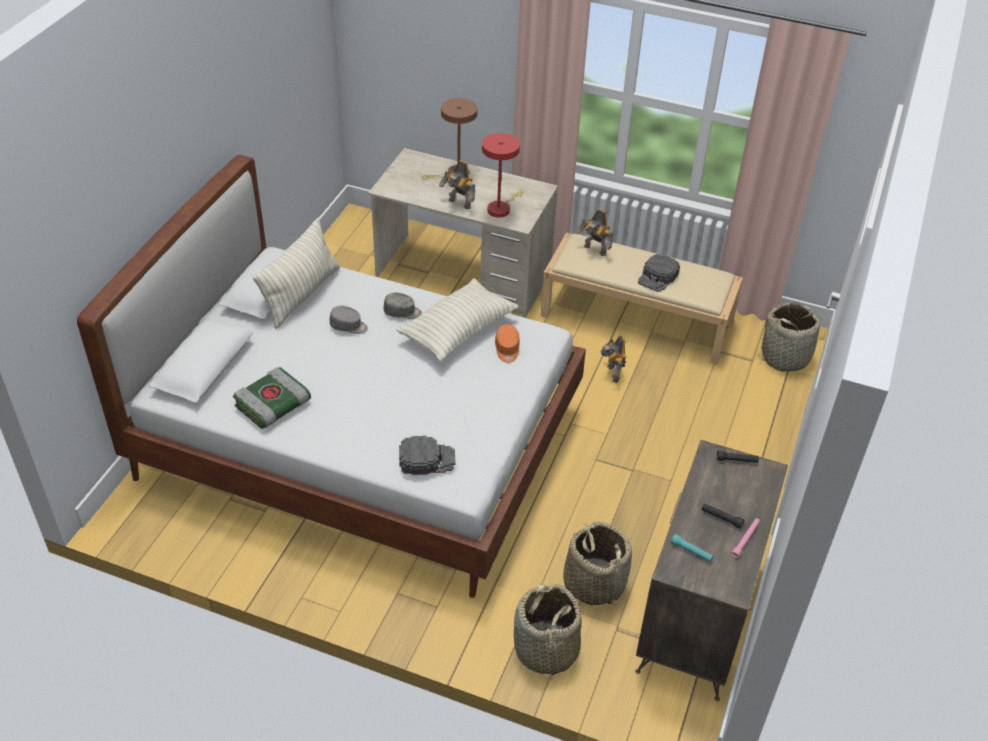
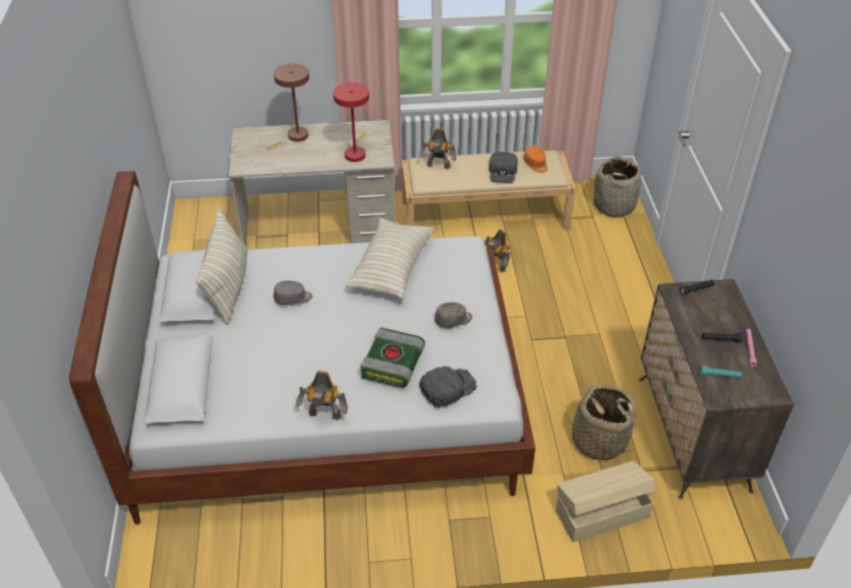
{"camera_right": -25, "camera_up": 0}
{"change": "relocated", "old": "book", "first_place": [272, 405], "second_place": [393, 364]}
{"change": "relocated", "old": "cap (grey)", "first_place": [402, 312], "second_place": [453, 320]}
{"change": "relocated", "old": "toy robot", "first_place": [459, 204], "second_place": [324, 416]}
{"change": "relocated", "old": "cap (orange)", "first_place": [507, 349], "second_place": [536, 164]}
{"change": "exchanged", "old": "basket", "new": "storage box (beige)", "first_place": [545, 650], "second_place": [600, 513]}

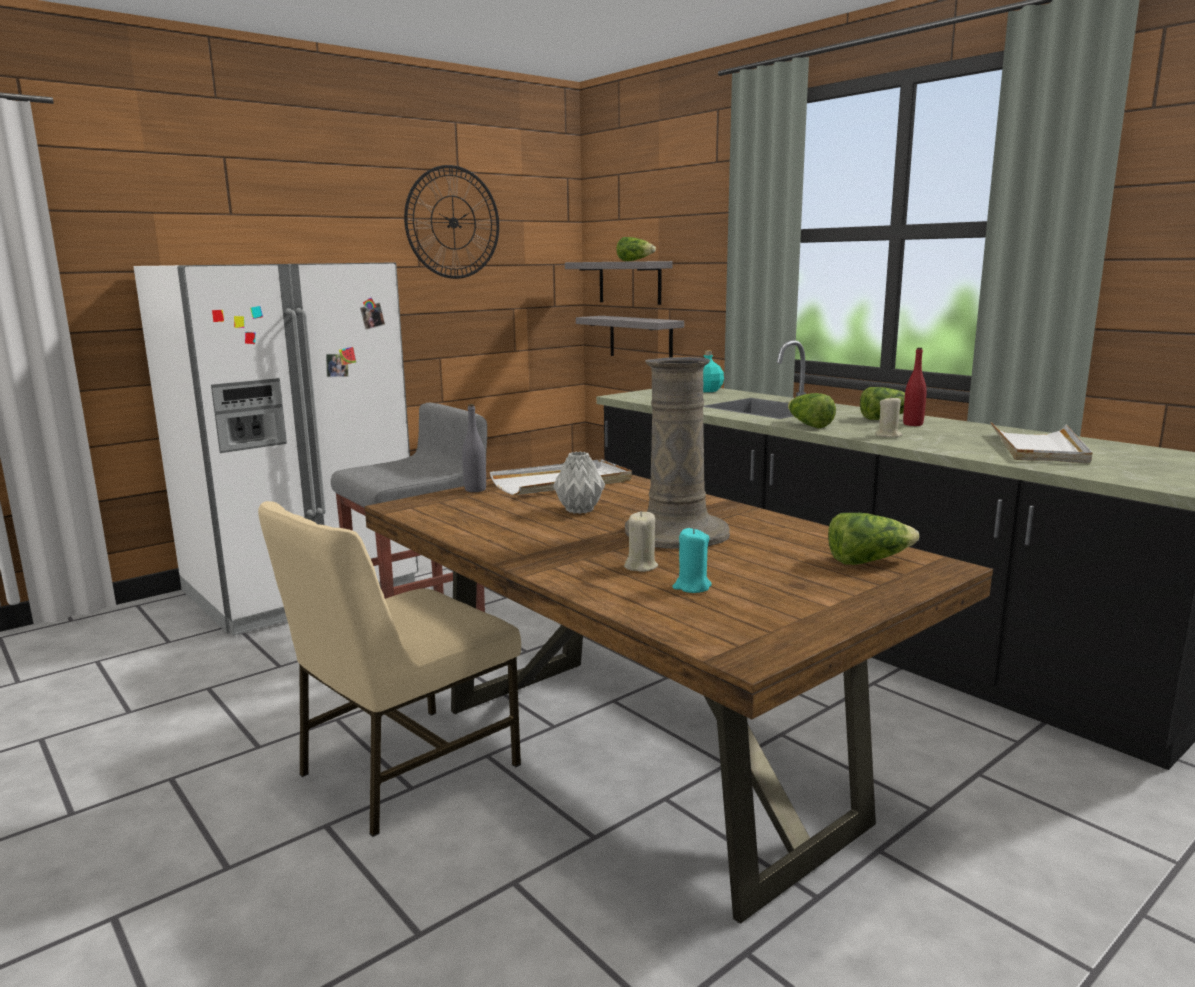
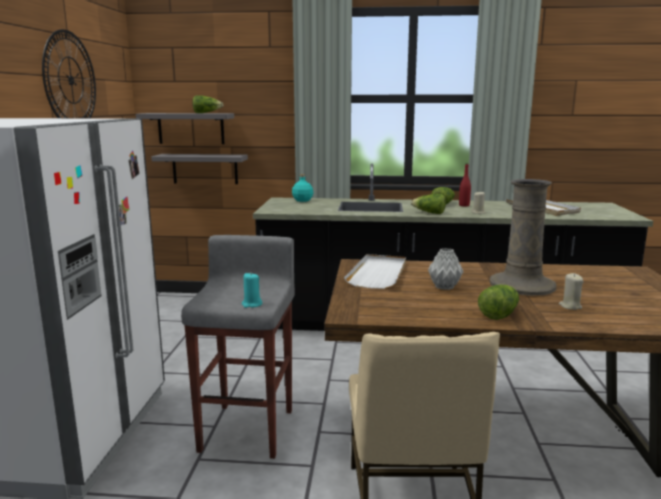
{"camera_right": -45, "camera_up": 0}
{"change": "missing", "old": "bottle (grey)", "first_place": [475, 489]}
{"change": "relocated", "old": "candle (turquoise)", "first_place": [692, 587], "second_place": [251, 304]}
{"change": "relocated", "old": "lettuce", "first_place": [868, 561], "second_place": [498, 314]}

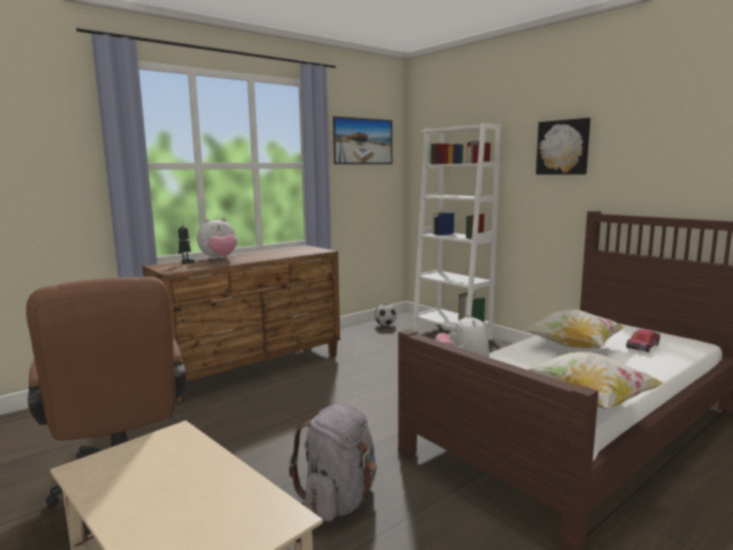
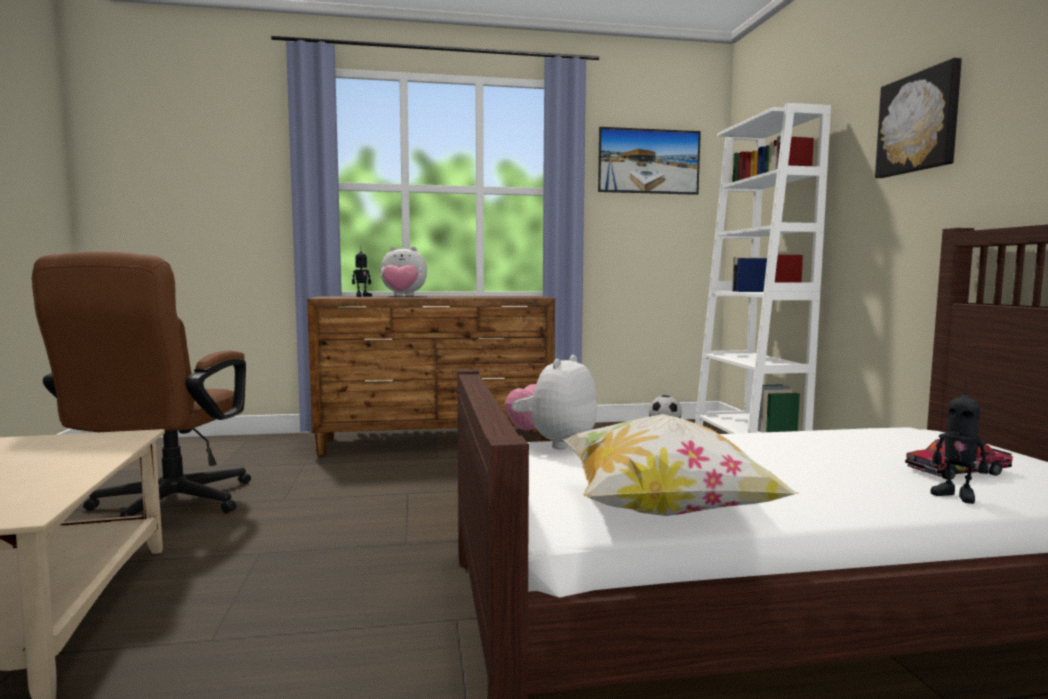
{"camera_right": 30, "camera_up": -5}
{"change": "missing", "old": "backpack (grey)", "first_place": [339, 500]}
{"change": "missing", "old": "pillow", "first_place": [573, 346]}
{"change": "appeared", "new": "toy robot", "second_place": [956, 495]}

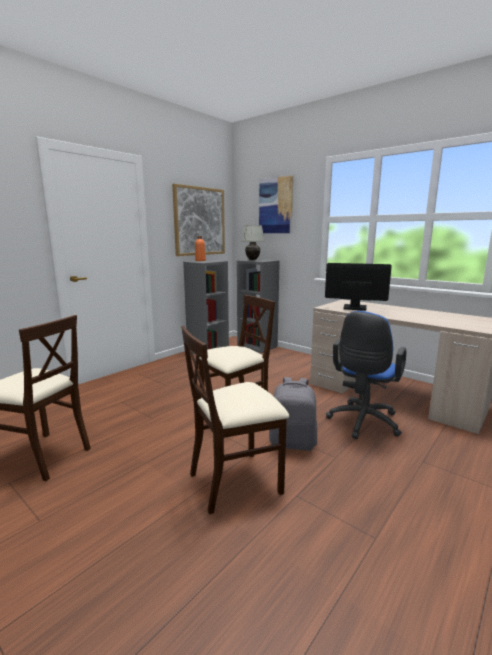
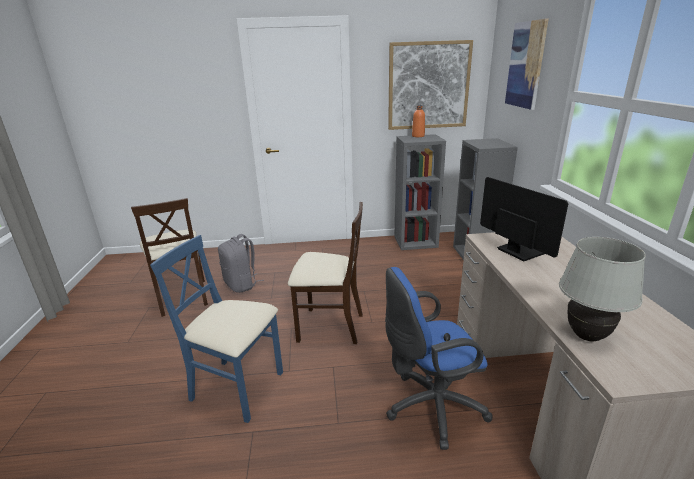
{"camera_right": 45, "camera_up": 10}
{"change": "relocated", "old": "table lamp (white)", "first_place": [252, 259], "second_place": [587, 336]}
{"change": "relocated", "old": "backpack (grey)", "first_place": [293, 443], "second_place": [241, 284]}
{"change": "colour", "old": "chair (beige)", "new": "chair (blue)", "first_place": [235, 481], "second_place": [238, 387]}

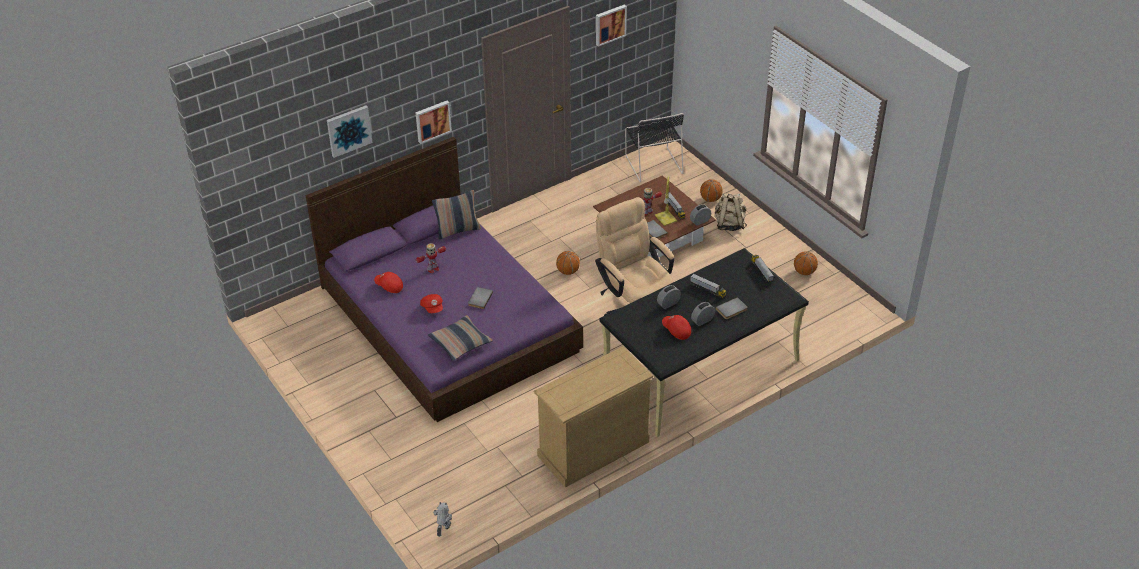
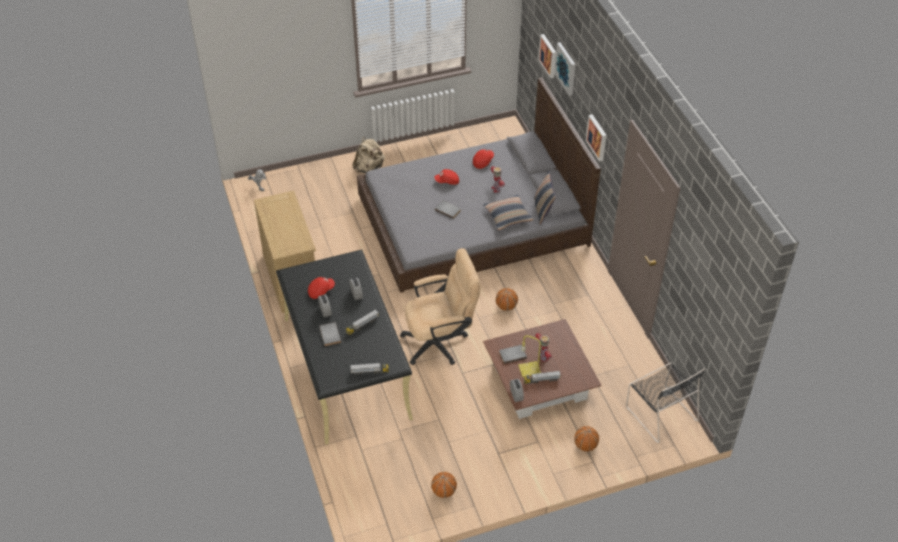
{"camera_right": 105, "camera_up": 5}
{"change": "relocated", "old": "pillow", "first_place": [460, 343], "second_place": [508, 216]}
{"change": "relocated", "old": "picture", "first_place": [610, 24], "second_place": [549, 55]}
{"change": "relocated", "old": "backpack (beige)", "first_place": [729, 224], "second_place": [369, 168]}
{"change": "colour", "old": "bed (purple)", "new": "bed (grey)", "first_place": [448, 318], "second_place": [473, 221]}
{"change": "spun", "old": "chair (black)", "first_place": [653, 163], "second_place": [660, 412], "degrees": -120}

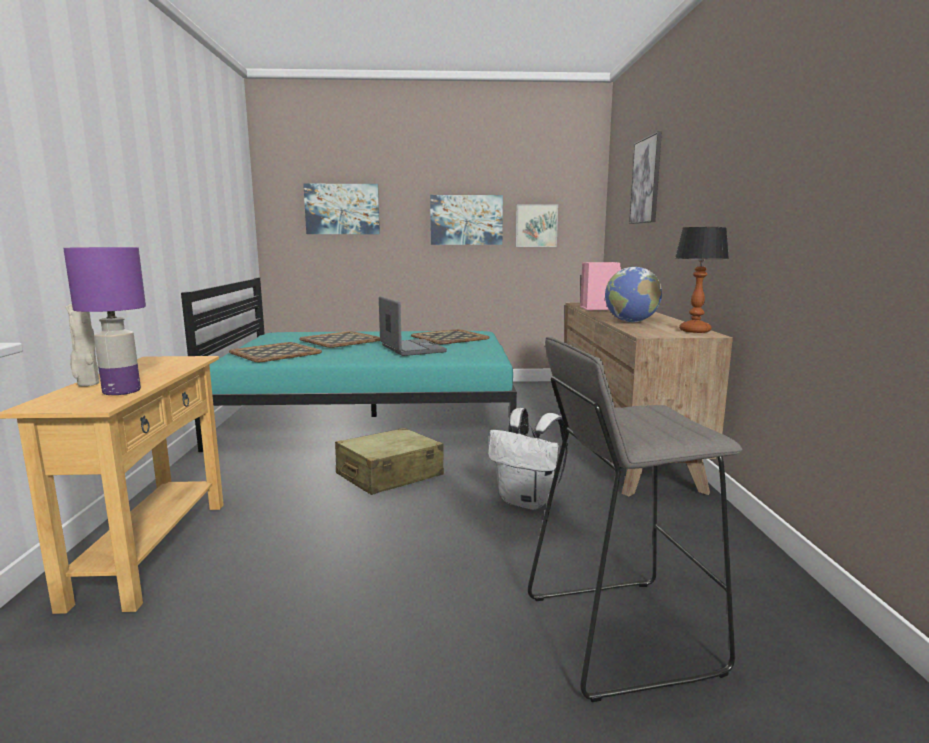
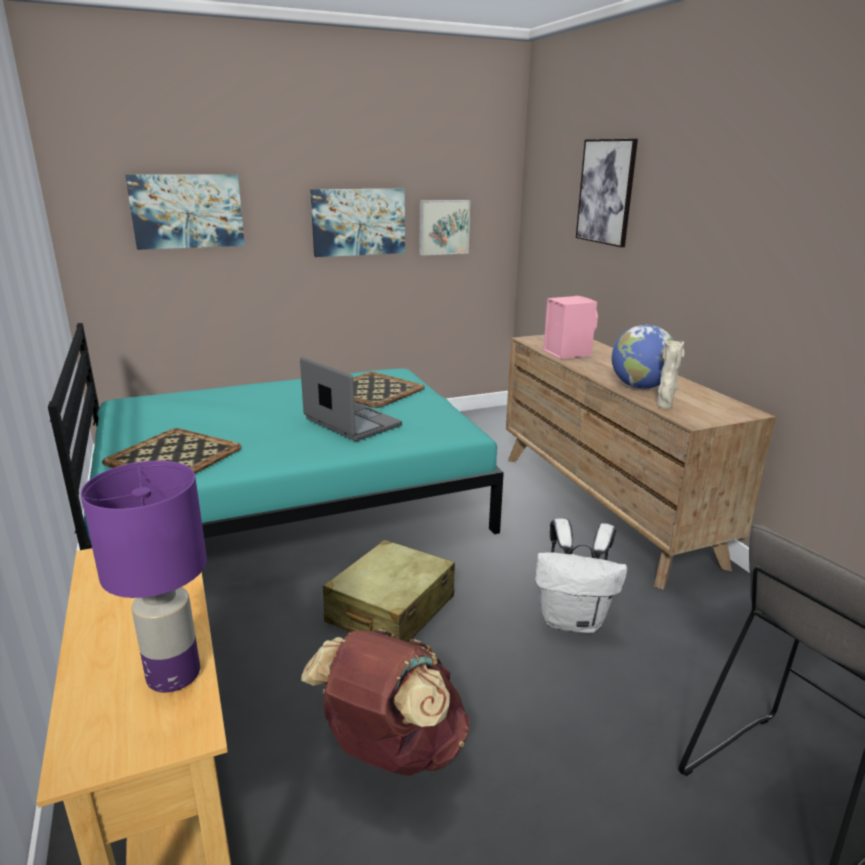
{"camera_right": -20, "camera_up": 10}
{"change": "missing", "old": "tray", "first_place": [341, 340]}
{"change": "missing", "old": "table lamp", "first_place": [694, 331]}
{"change": "appeared", "new": "backpack (brown)", "second_place": [391, 750]}
{"change": "relocated", "old": "vase (beige)", "first_place": [87, 384], "second_place": [664, 406]}

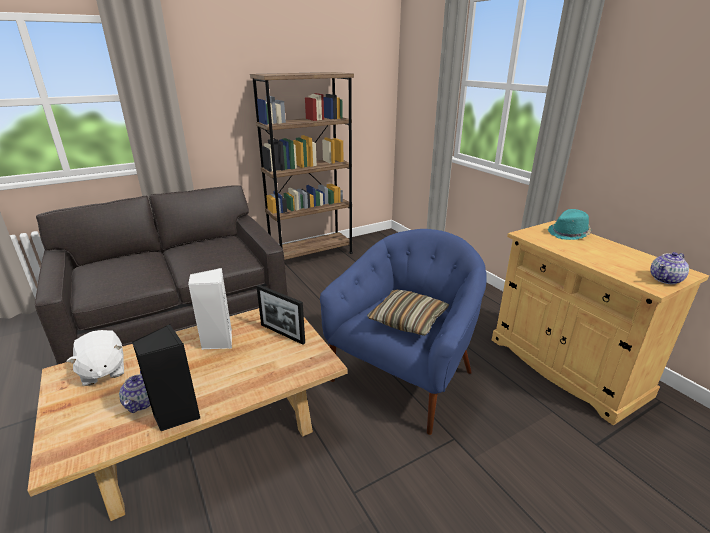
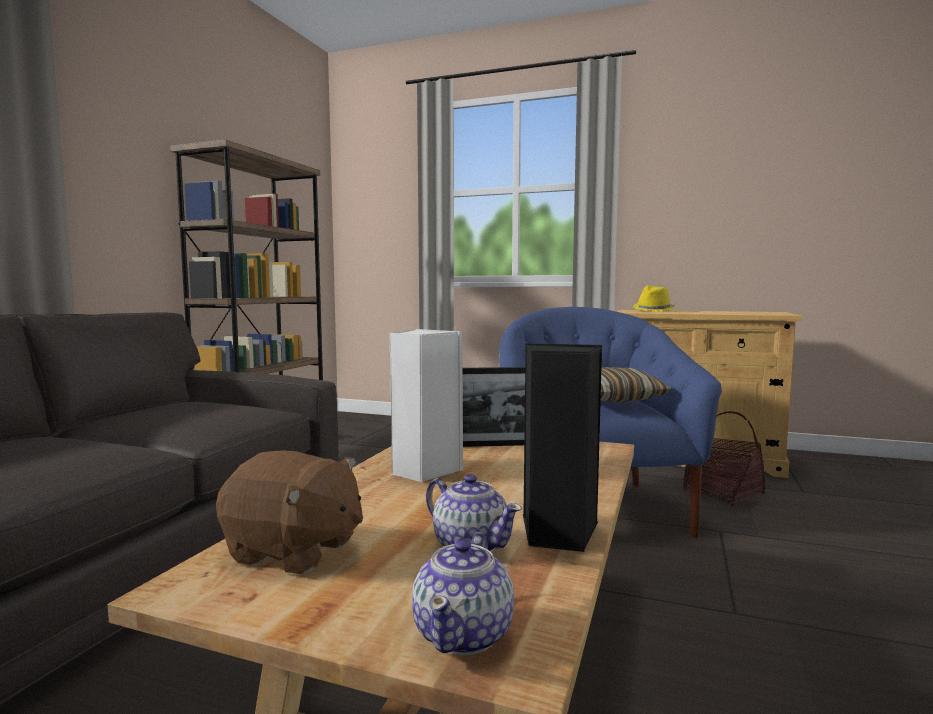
{"camera_right": -40, "camera_up": -20}
{"change": "appeared", "new": "basket", "second_place": [722, 492]}
{"change": "relocated", "old": "teapot", "first_place": [666, 279], "second_place": [464, 634]}
{"change": "colour", "old": "plush toy (white)", "new": "plush toy (brown)", "first_place": [103, 371], "second_place": [294, 551]}
{"change": "colour", "old": "hat (turquoise)", "new": "hat (yellow)", "first_place": [569, 234], "second_place": [653, 310]}

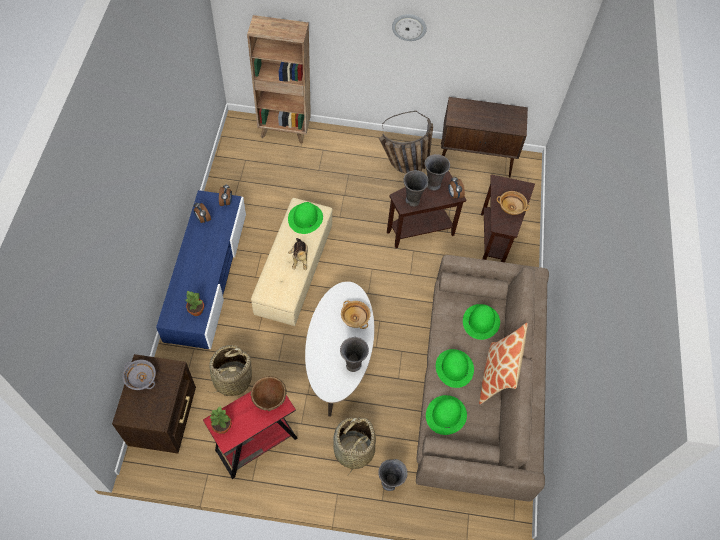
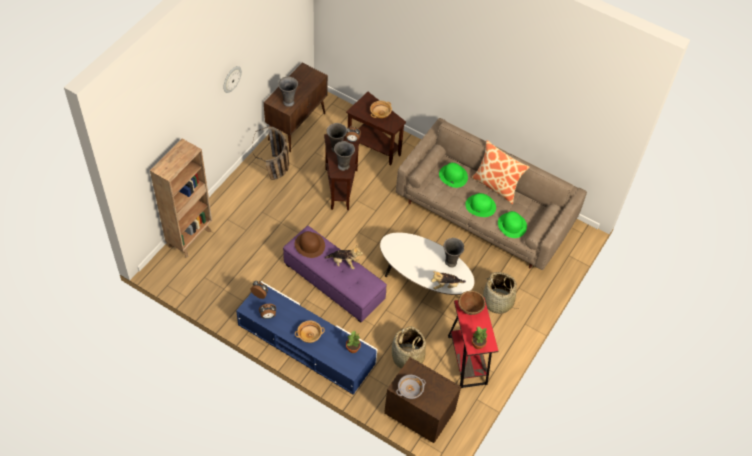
{"camera_right": -65, "camera_up": -5}
{"change": "appeared", "new": "plush toy", "second_place": [446, 285]}
{"change": "relocated", "old": "bowl (beige)", "first_place": [355, 318], "second_place": [309, 335]}
{"change": "relocated", "old": "vase (grey)", "first_place": [390, 482], "second_place": [288, 102]}
{"change": "colour", "old": "ottoman (beige)", "new": "ottoman (purple)", "first_place": [293, 271], "second_place": [333, 283]}
{"change": "colour", "old": "hat (green)", "new": "hat (brown)", "first_place": [305, 218], "second_place": [309, 245]}

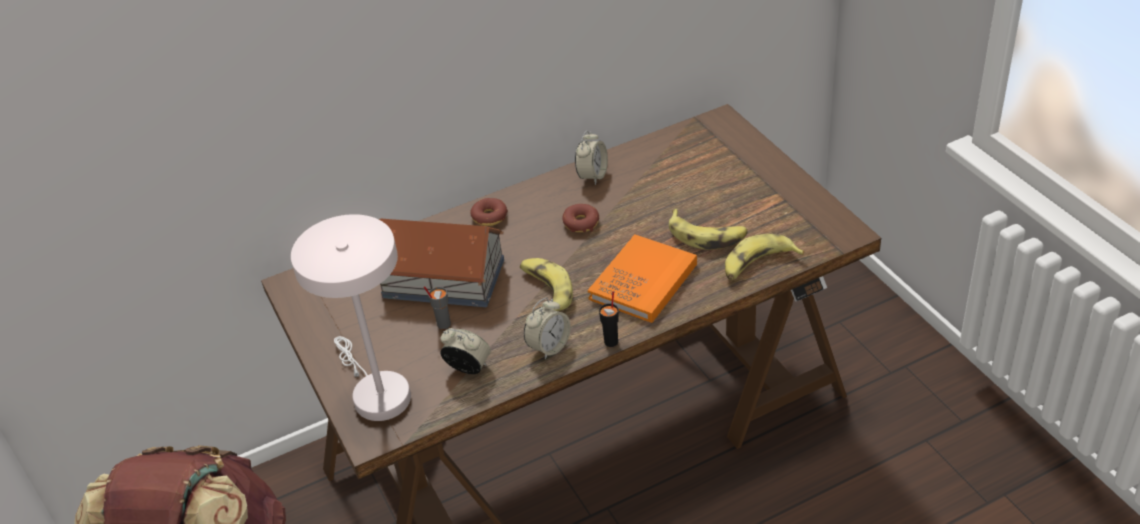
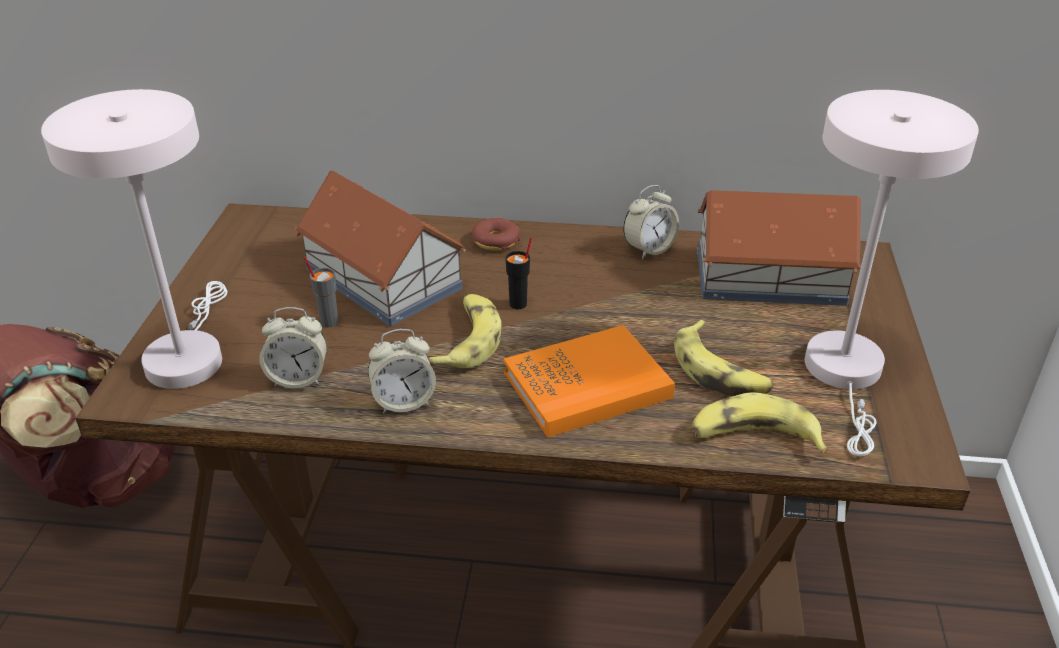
{"camera_right": 30, "camera_up": -5}
{"change": "missing", "old": "donut", "first_place": [581, 223]}
{"change": "appeared", "new": "toy house", "second_place": [767, 275]}
{"change": "appeared", "new": "table lamp (white)", "second_place": [846, 375]}
{"change": "relocated", "old": "cup (black)", "first_place": [611, 341], "second_place": [518, 304]}
{"change": "spun", "old": "alarm clock", "first_place": [468, 368], "second_place": [298, 378], "degrees": 120}

